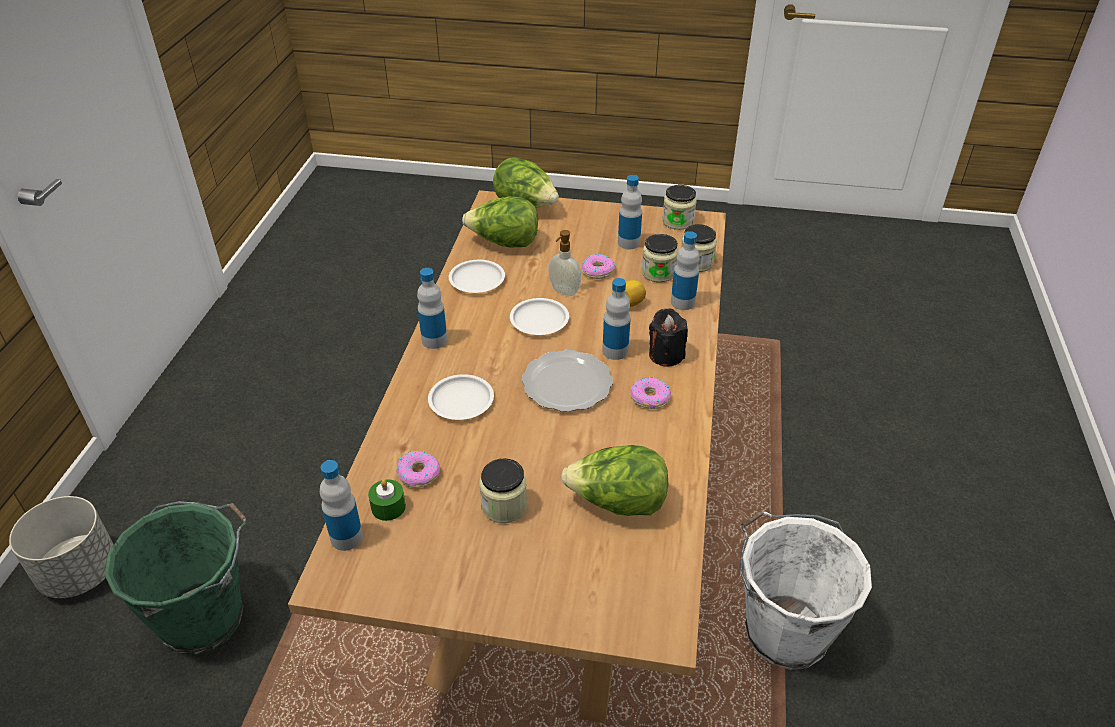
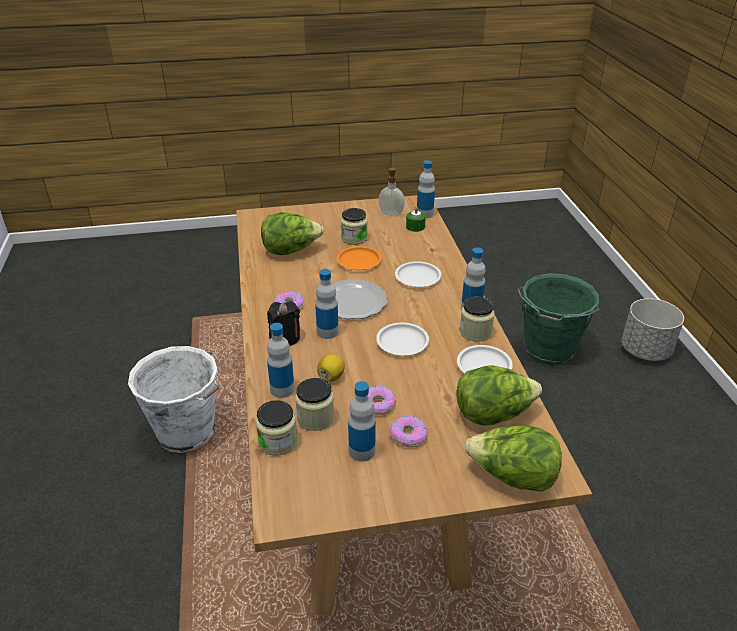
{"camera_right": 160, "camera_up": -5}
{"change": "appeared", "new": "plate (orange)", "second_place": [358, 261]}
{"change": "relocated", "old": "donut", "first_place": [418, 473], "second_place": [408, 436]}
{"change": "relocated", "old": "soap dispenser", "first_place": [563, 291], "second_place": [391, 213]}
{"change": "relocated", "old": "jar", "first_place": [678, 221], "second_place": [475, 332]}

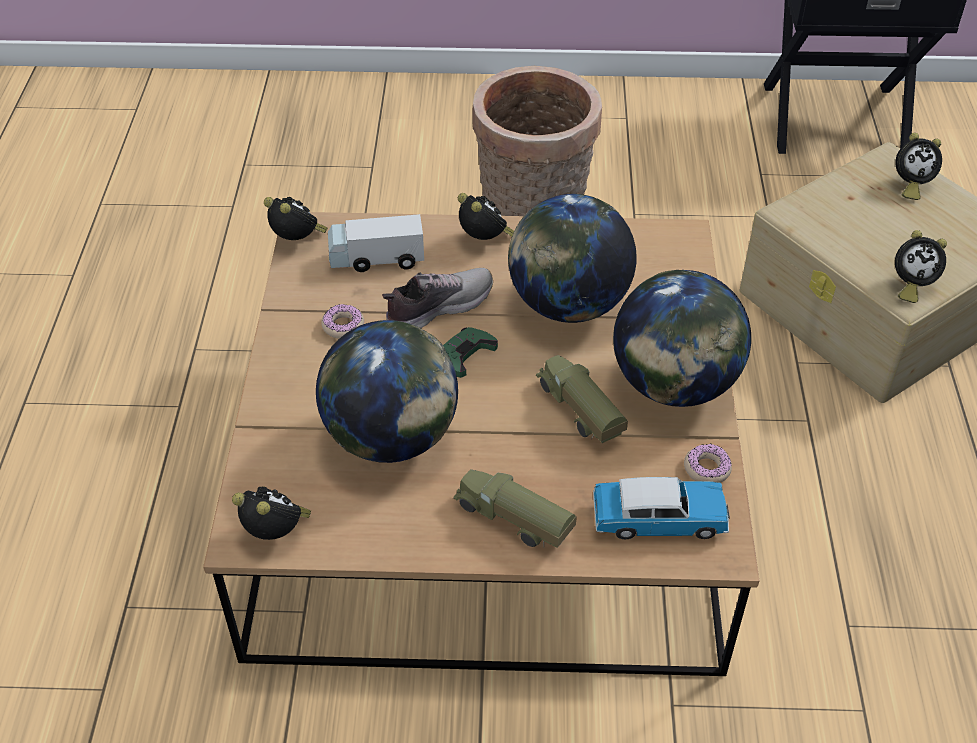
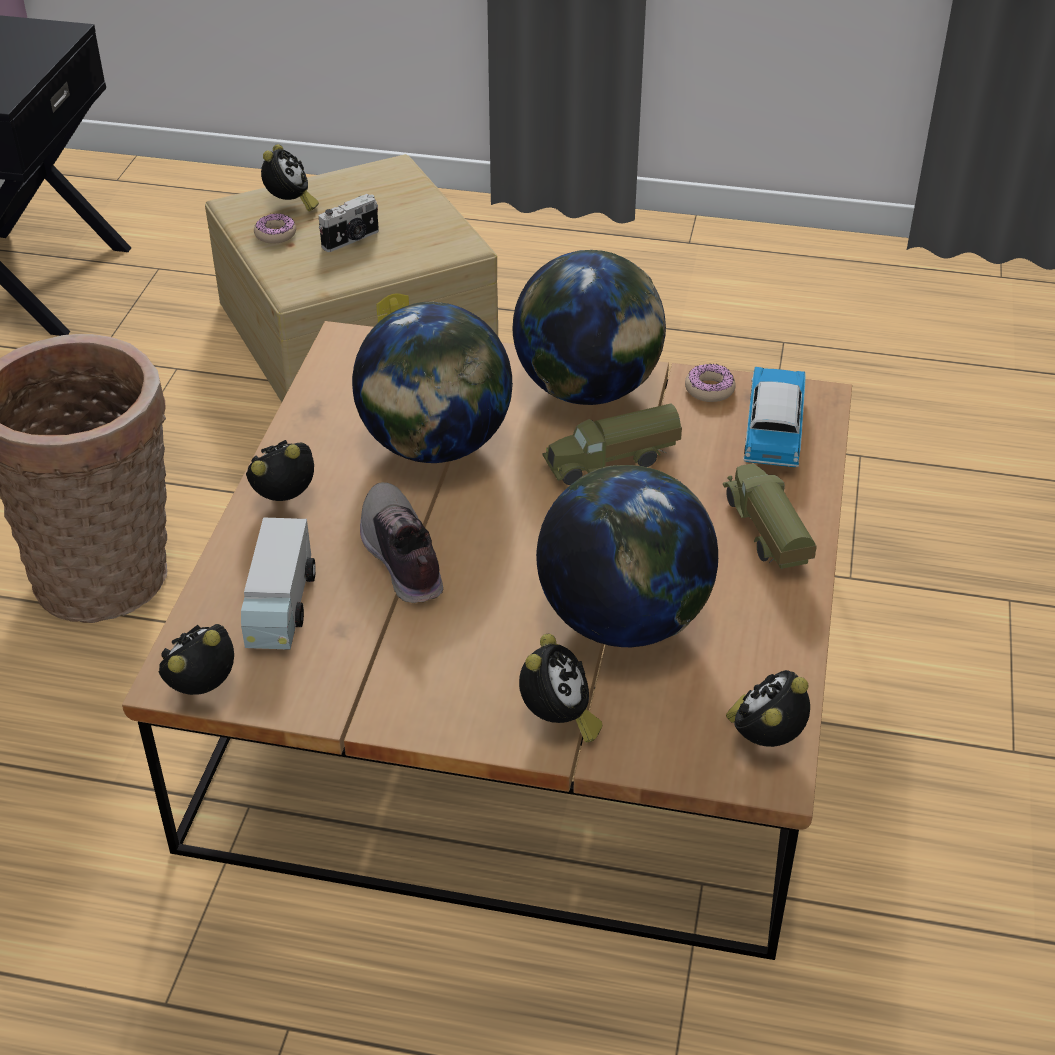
{"camera_right": -80, "camera_up": -5}
{"change": "missing", "old": "game controller (green)", "first_place": [465, 354]}
{"change": "appeared", "new": "photo camera", "second_place": [351, 240]}
{"change": "relocated", "old": "donut", "first_place": [343, 326], "second_place": [275, 234]}
{"change": "relocated", "old": "alarm clock", "first_place": [910, 286], "second_place": [557, 720]}
{"change": "spun", "old": "toy truck", "first_place": [513, 521], "second_place": [765, 534], "degrees": 120}

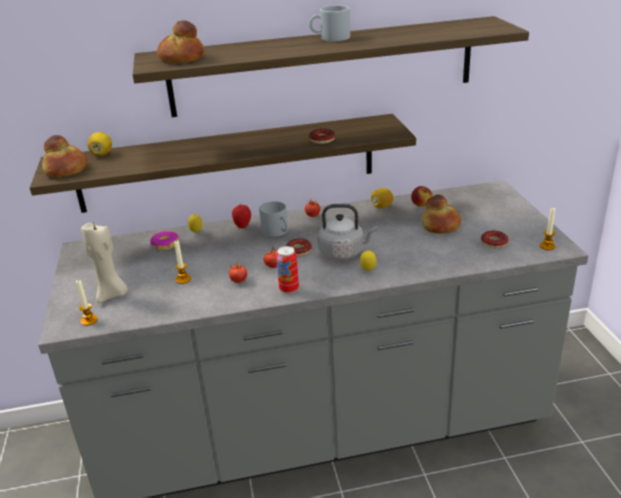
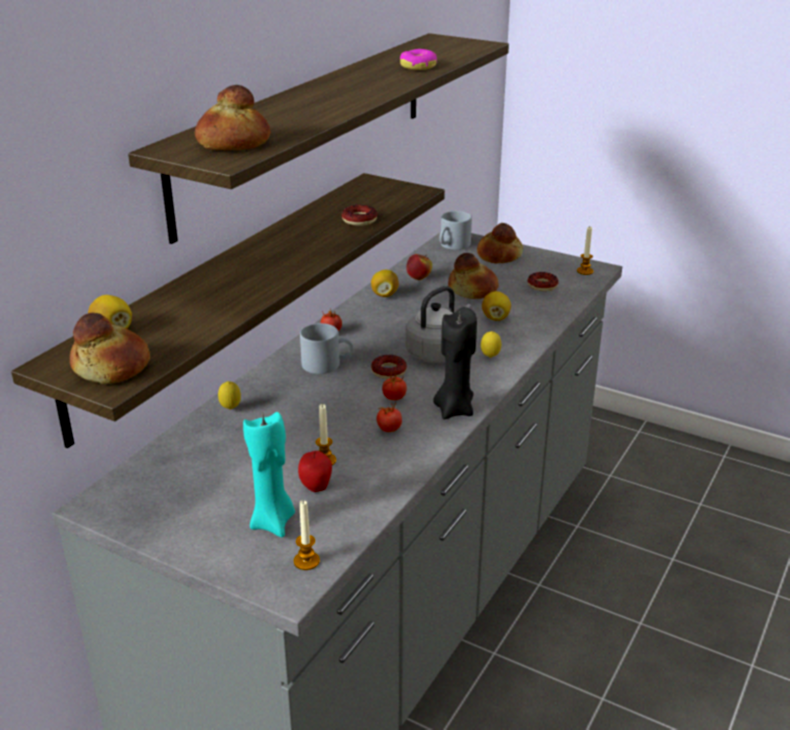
{"camera_right": -50, "camera_up": 0}
{"change": "appeared", "new": "bread", "second_place": [498, 255]}
{"change": "appeared", "new": "lemon", "second_place": [495, 318]}
{"change": "relocated", "old": "donut", "first_place": [165, 244], "second_place": [418, 66]}
{"change": "relocated", "old": "apple", "first_place": [242, 226], "second_place": [316, 487]}
{"change": "relocated", "old": "mug (grey)", "first_place": [330, 38], "second_place": [452, 245]}
{"change": "exchanged", "old": "can", "new": "candle (black)", "first_place": [289, 289], "second_place": [454, 410]}
{"change": "colour", "old": "candle (beige)", "new": "candle (turquoise)", "first_place": [112, 295], "second_place": [273, 522]}

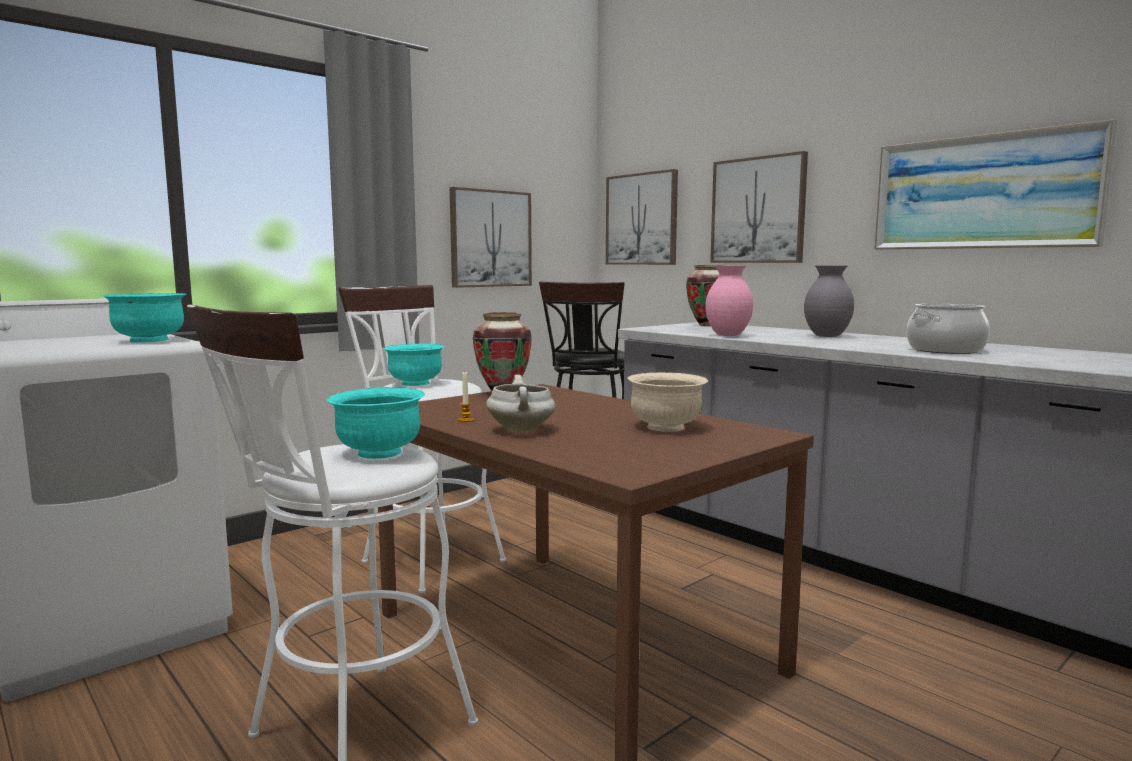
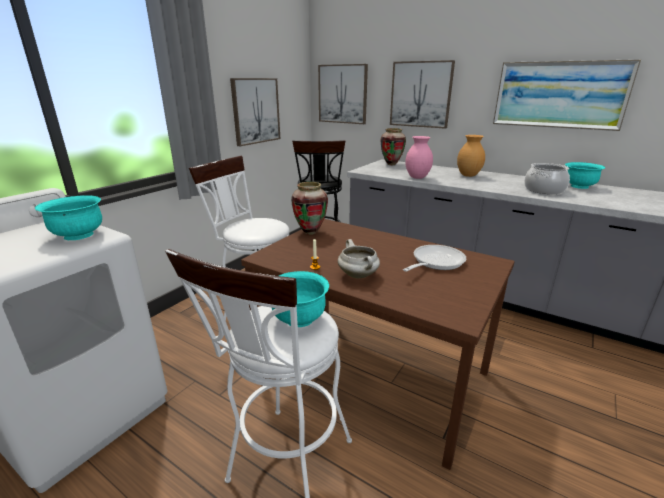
{"camera_right": -15, "camera_up": 15}
{"change": "relocated", "old": "bowl (turquoise)", "first_place": [415, 383], "second_place": [579, 186]}
{"change": "exchanged", "old": "bowl (beige)", "new": "frying pan", "first_place": [665, 427], "second_place": [435, 262]}
{"change": "colour", "old": "vase (grey)", "new": "vase (brown)", "first_place": [826, 336], "second_place": [468, 175]}

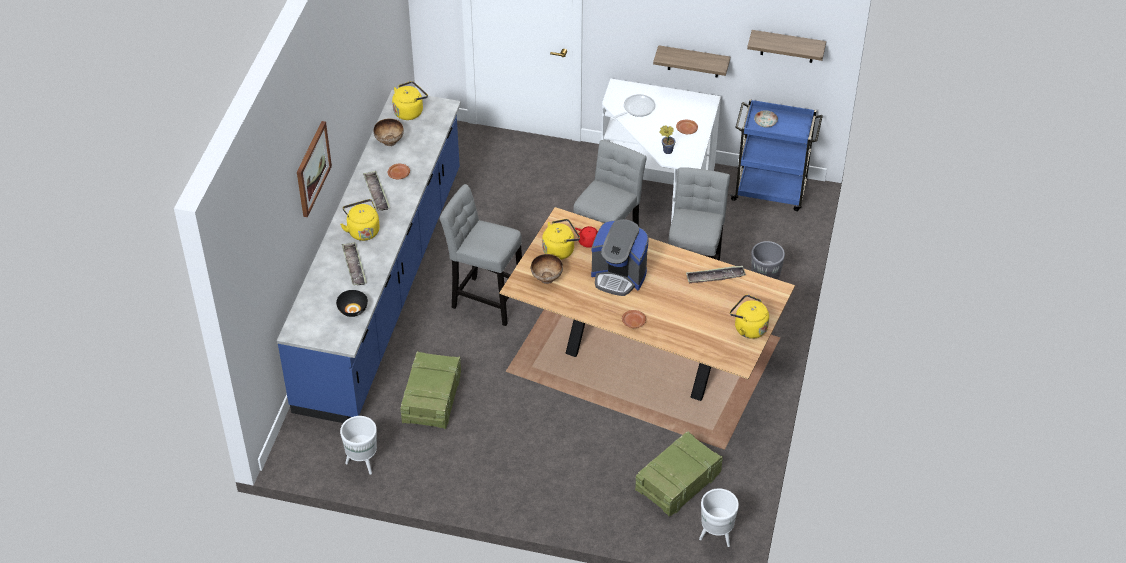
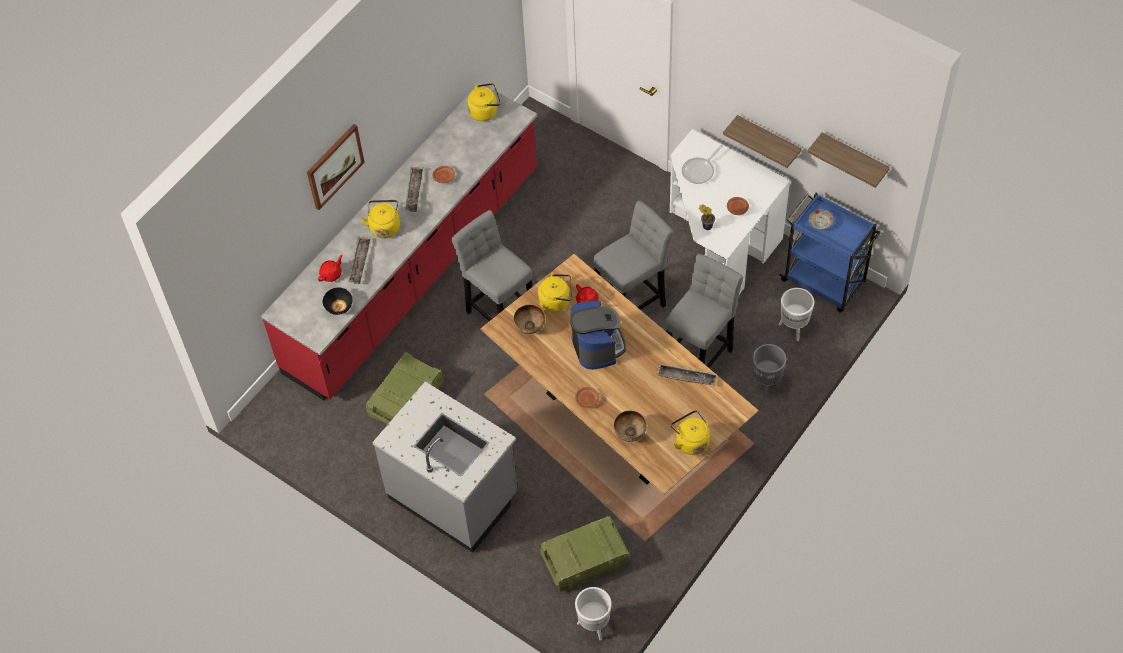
{"camera_right": 25, "camera_up": 10}
{"change": "appeared", "new": "teapot (red)", "second_place": [331, 274]}
{"change": "appeared", "new": "counter (grey)", "second_place": [454, 495]}
{"change": "relocated", "old": "planter (white)", "first_place": [362, 462], "second_place": [793, 327]}
{"change": "relocated", "old": "bowl", "first_place": [389, 141], "second_place": [630, 433]}
{"change": "colour", "old": "counter (blue)", "new": "counter (red)", "first_place": [382, 287], "second_place": [414, 271]}
{"change": "spun", "old": "coffee machine", "first_place": [619, 276], "second_place": [597, 346], "degrees": -150}
{"change": "spun", "old": "frying pan", "first_place": [636, 109], "second_place": [700, 171], "degrees": 150}

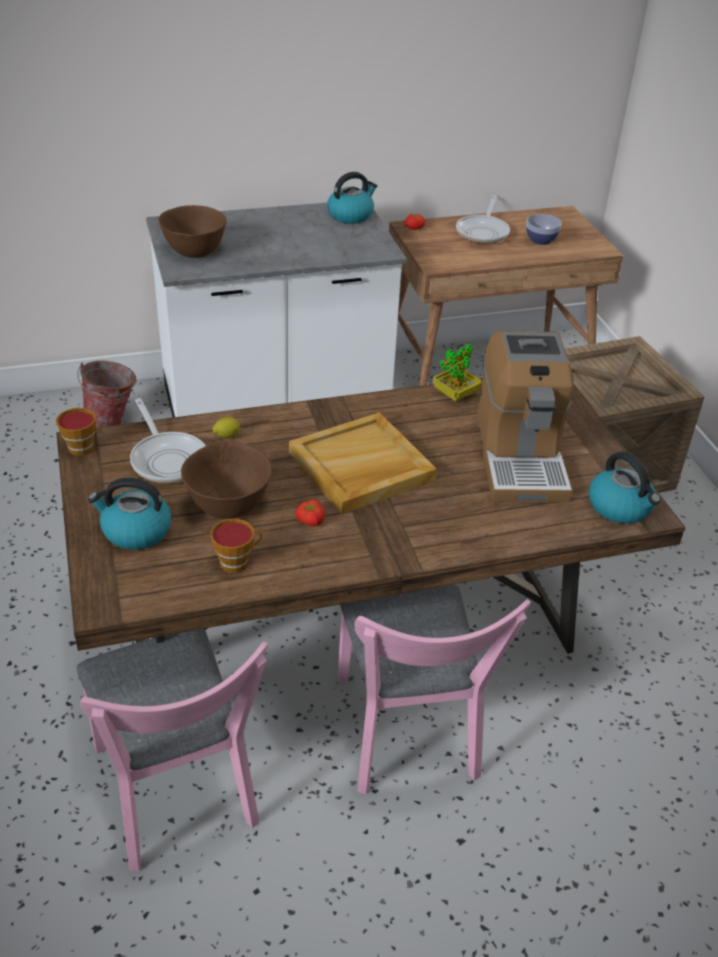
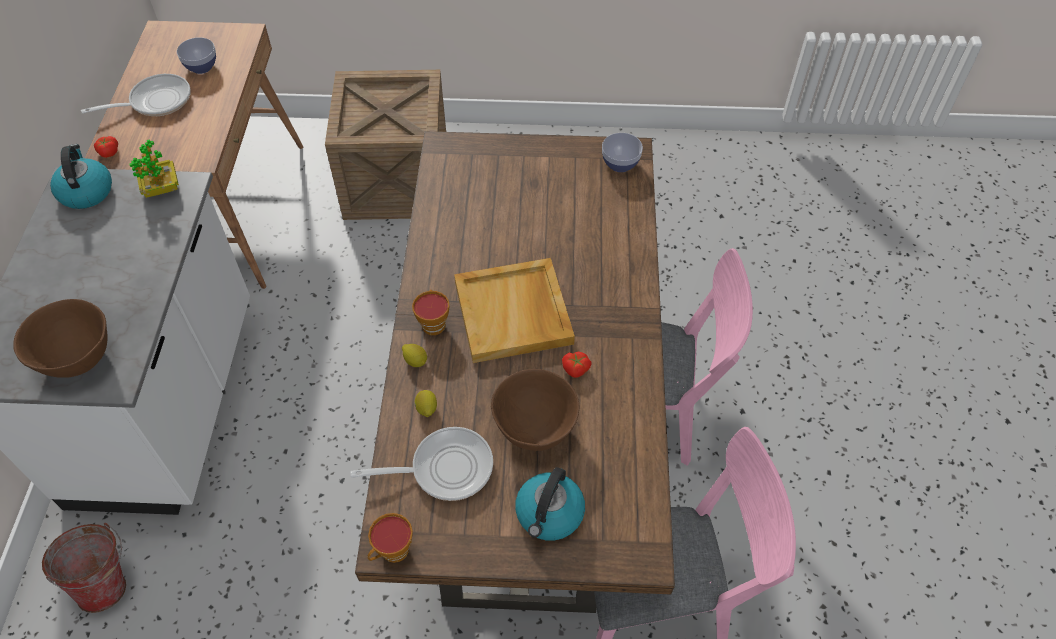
{"camera_right": -70, "camera_up": 15}
{"change": "missing", "old": "coffee machine", "first_place": [520, 457]}
{"change": "appeared", "new": "lemon", "second_place": [415, 361]}
{"change": "relocated", "old": "cup", "first_place": [237, 561], "second_place": [433, 323]}
{"change": "relocated", "old": "potted plant", "first_place": [455, 394], "second_place": [162, 188]}
{"change": "exchanged", "old": "kettle", "new": "bowl", "first_place": [620, 507], "second_place": [620, 164]}
{"change": "spun", "old": "frying pan", "first_place": [483, 231], "second_place": [155, 101], "degrees": -60}

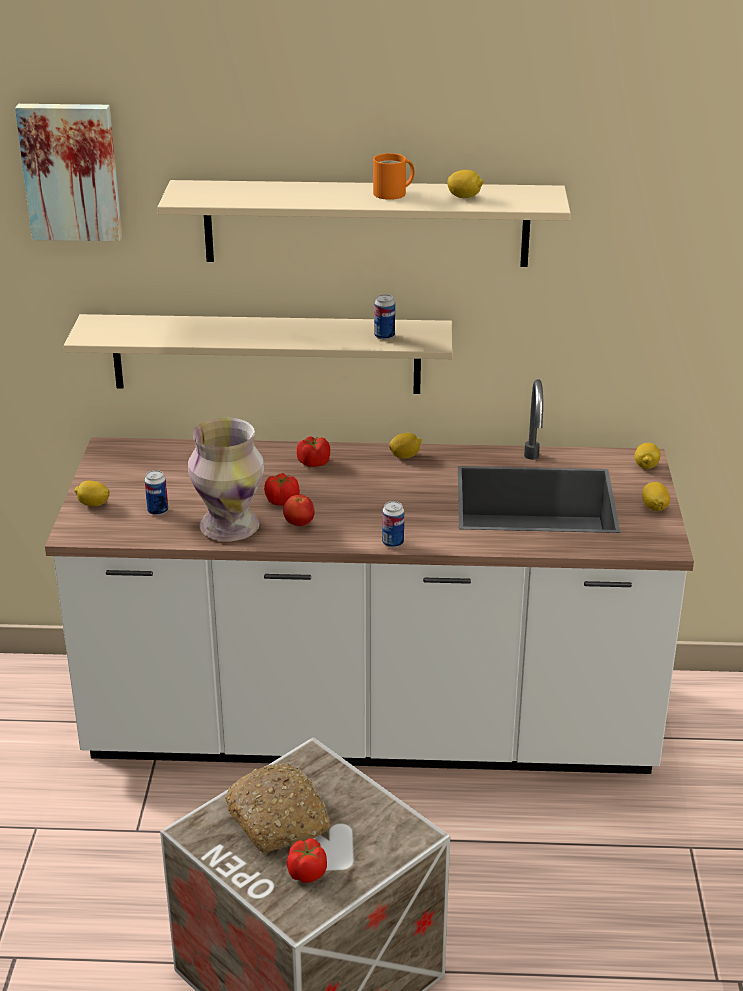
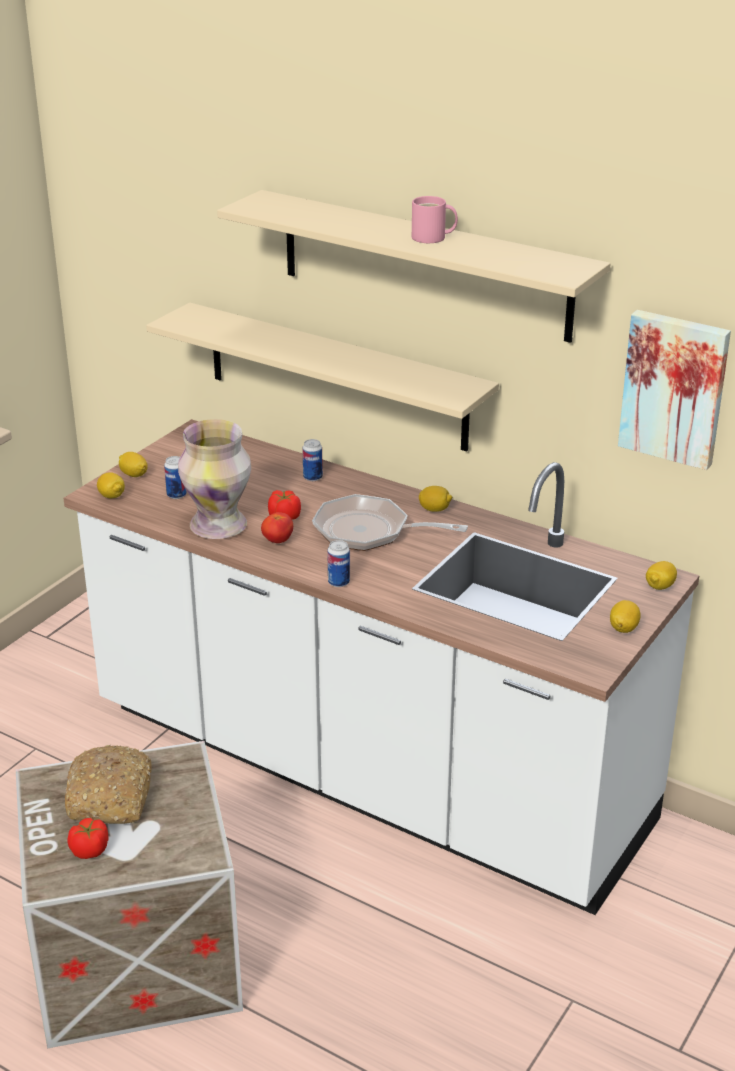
{"camera_right": 30, "camera_up": 0}
{"change": "missing", "old": "tomato", "first_place": [313, 463]}
{"change": "appeared", "new": "frying pan", "second_place": [369, 532]}
{"change": "relocated", "old": "picture", "first_place": [71, 171], "second_place": [674, 387]}
{"change": "relocated", "old": "can", "first_place": [384, 336], "second_place": [312, 477]}
{"change": "relocated", "old": "lemon", "first_place": [464, 197], "second_place": [111, 496]}
{"change": "colour", "old": "mug (orange)", "new": "mug (pink)", "first_place": [393, 193], "second_place": [432, 238]}

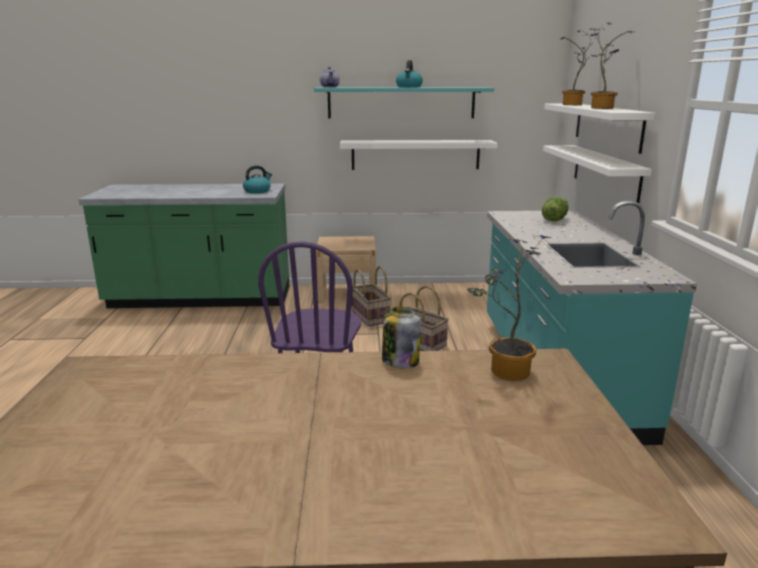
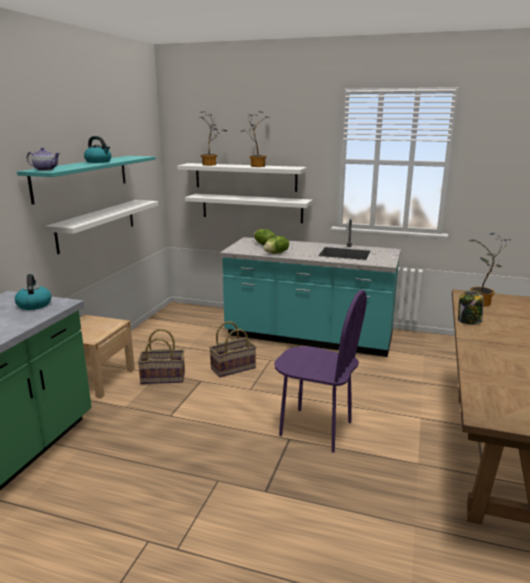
{"camera_right": -70, "camera_up": 0}
{"change": "appeared", "new": "lettuce", "second_place": [276, 253]}

